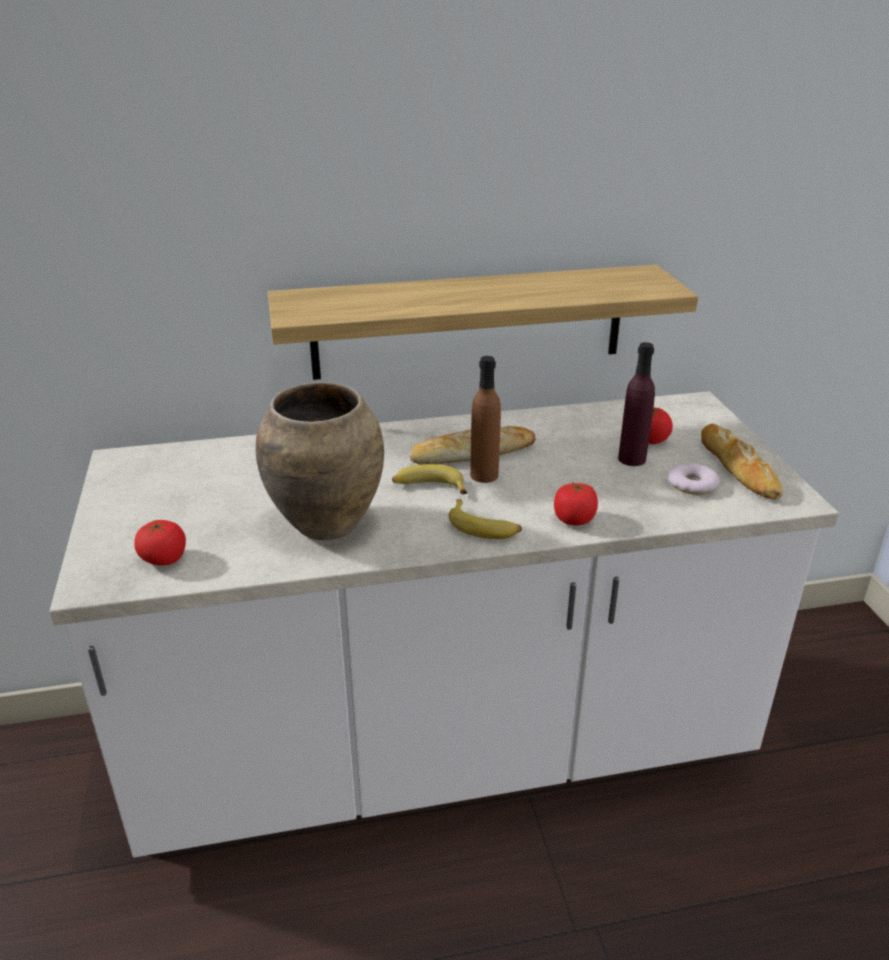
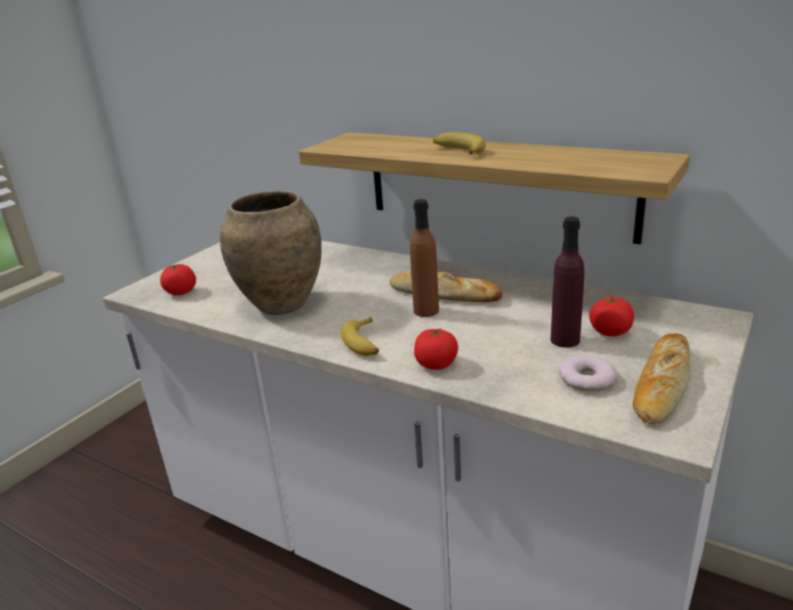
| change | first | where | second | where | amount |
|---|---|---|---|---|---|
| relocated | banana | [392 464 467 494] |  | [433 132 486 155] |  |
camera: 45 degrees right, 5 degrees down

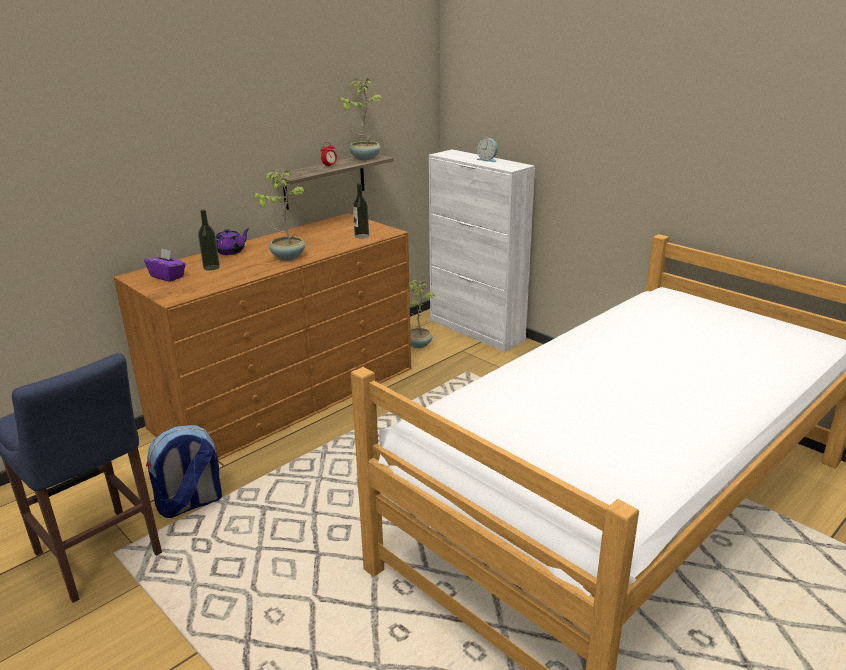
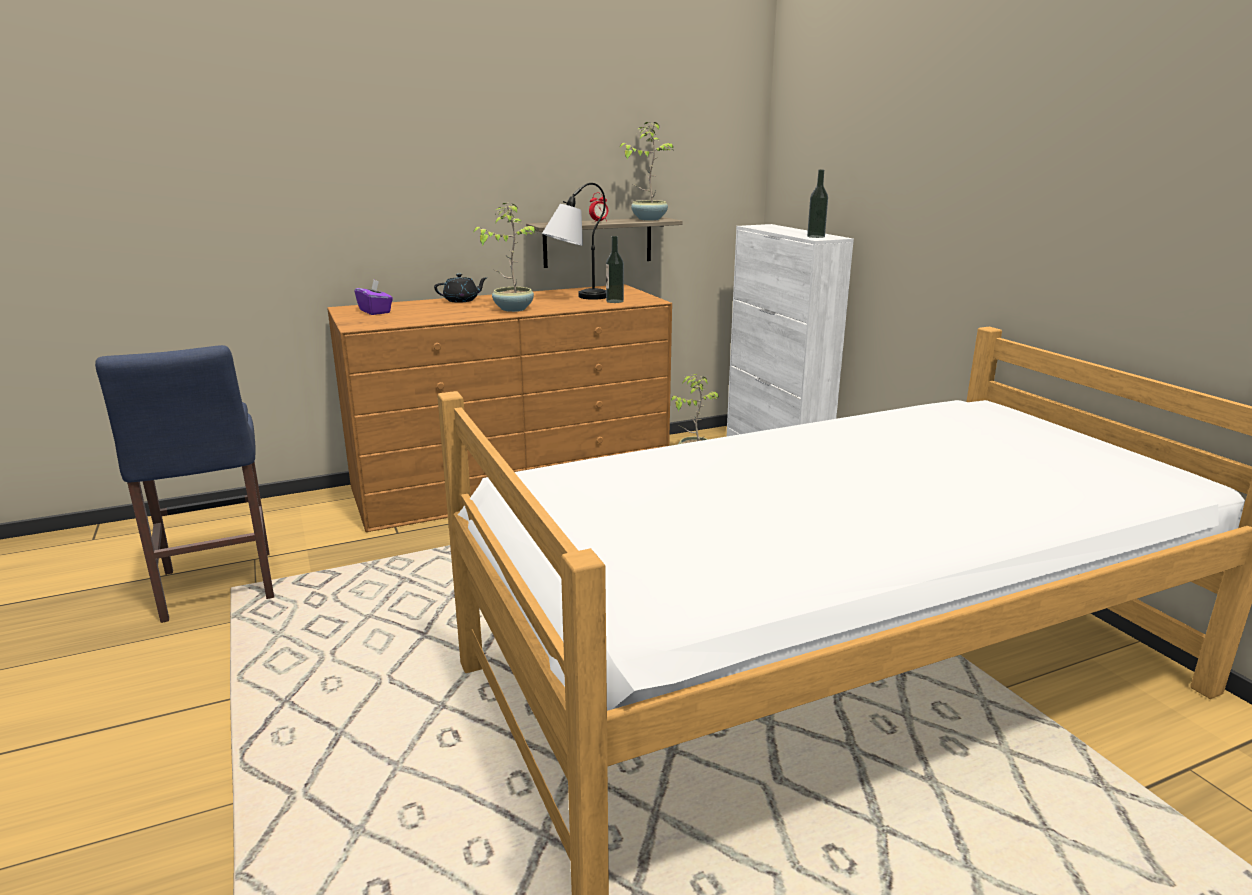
| change | first | where | second | where | amount |
|---|---|---|---|---|---|
| missing | alarm clock | [476 138 498 162] |  |  |  |
| relocated | bottle | [198 209 220 271] |  | [807 170 828 238] |  |
| colour | purple teapot | [216 228 250 255] | black teapot | [434 274 488 303] |  |
| missing | backpack | [146 425 222 518] |  |  |  |
| appeared |  |  | table lamp | [542 183 606 300] |  |
camera: 20 degrees right, 5 degrees down

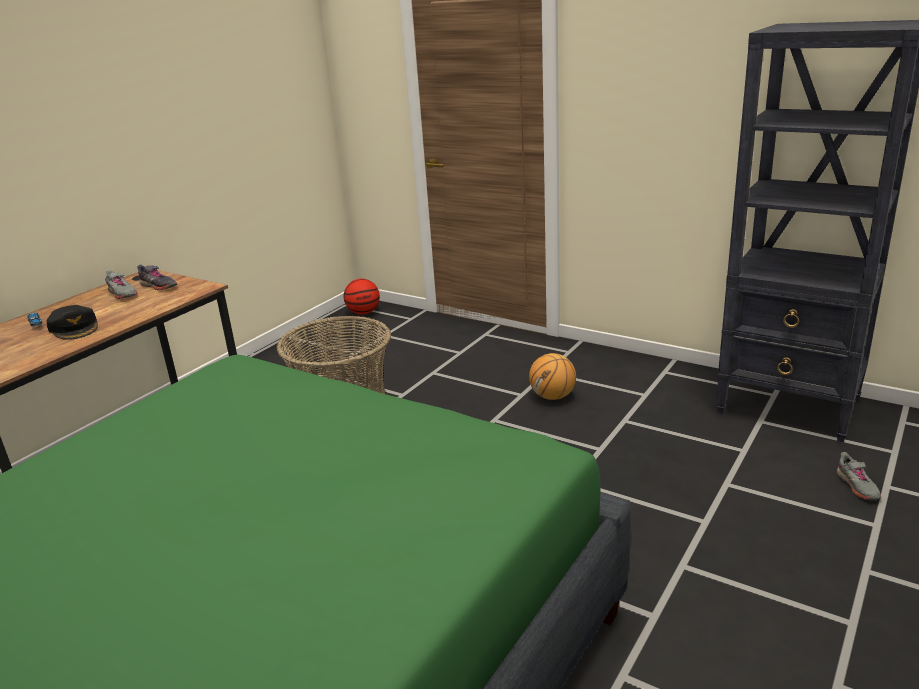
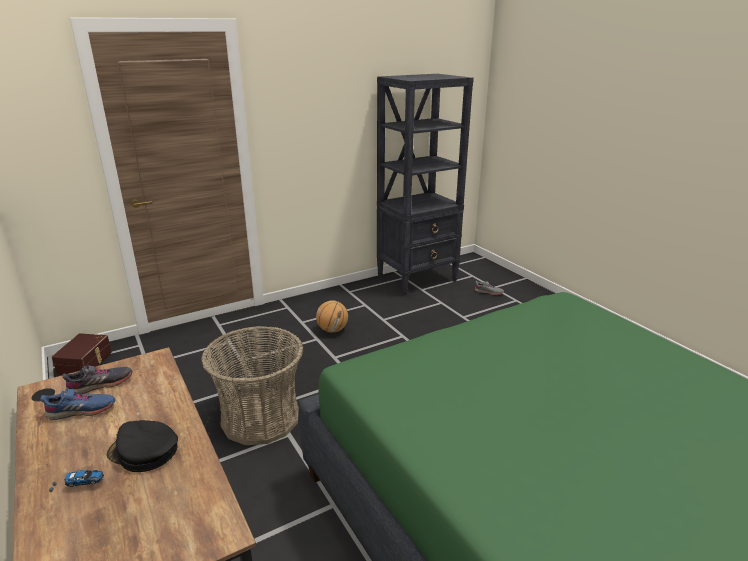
| change | first | where | second | where | amount |
|---|---|---|---|---|---|
| colour | grey shoe | [105 270 137 299] | blue shoe | [40 388 115 420] |  |
| exchanged | basketball | [344 279 380 315] | brown storage box | [52 333 112 375] |  |
| spun | black cap | [47 305 98 340] |  | [107 420 178 472] | 150 degrees counterclockwise |
camera: 65 degrees left, 0 degrees up

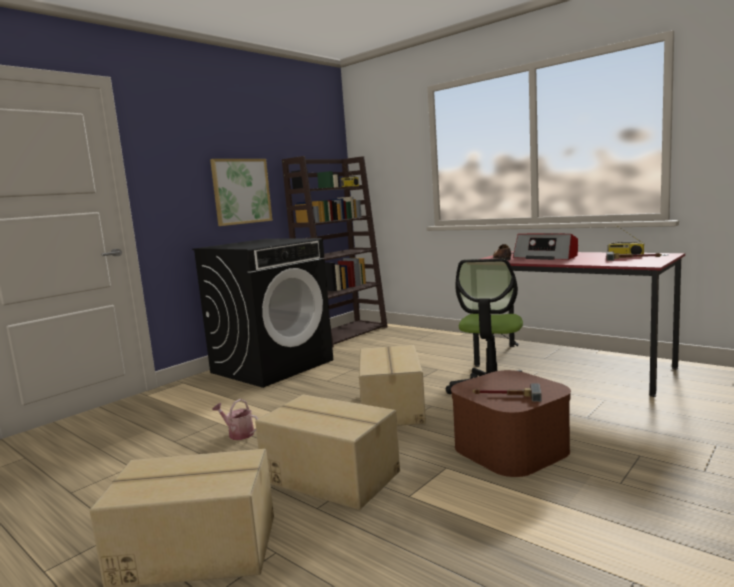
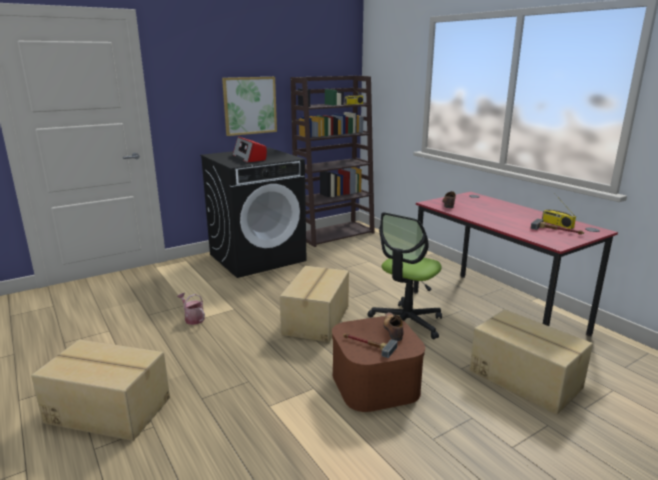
| change | first | where | second | where | amount |
|---|---|---|---|---|---|
| relocated | radio | [513 234 578 260] |  | [233 137 267 163] |  |
| relocated | cardboard box | [255 394 400 510] |  | [470 309 593 415] |  |
| appeared |  |  | shoe | [384 312 404 341] |  |
camera: 15 degrees right, 10 degrees up

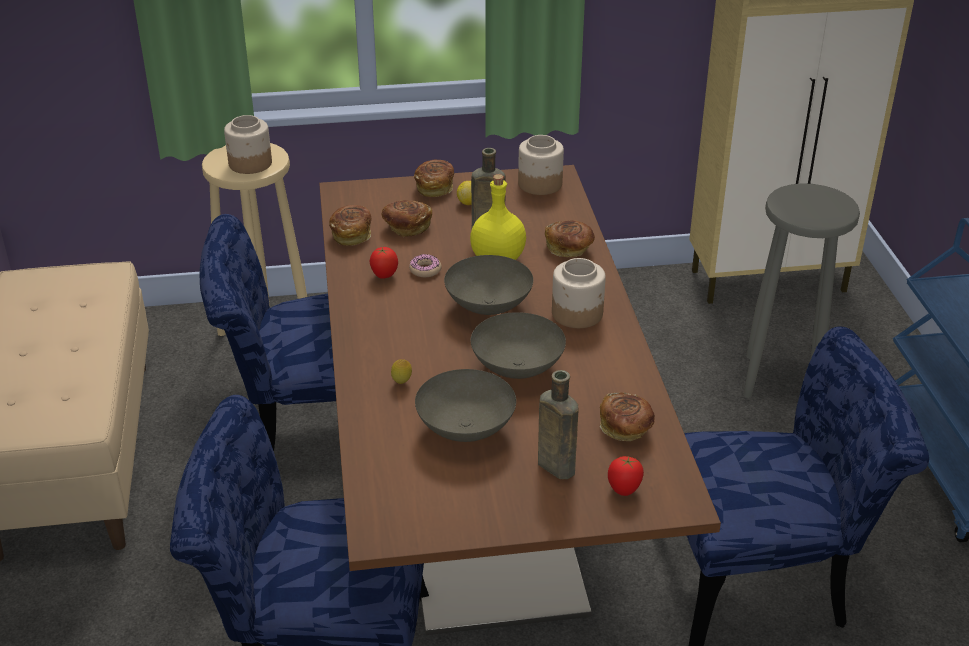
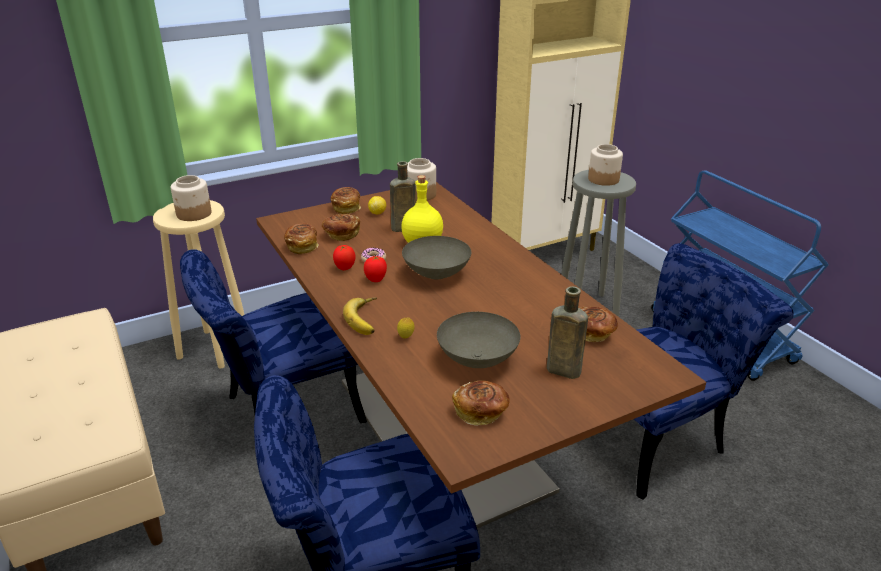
| change | first | where | second | where | amount |
|---|---|---|---|---|---|
| relocated | bread | [545 220 595 257] |  | [452 381 510 425] |  |
| relocated | jar | [552 258 606 328] |  | [588 144 623 186] |  |
| missing | grey bowl | [471 312 566 379] |  |  |  |
| relocated | tomato | [608 456 644 496] |  | [364 256 387 282] |  |
| appeared |  |  | banana | [343 297 377 335] |  |
camera: 20 degrees left, 5 degrees down

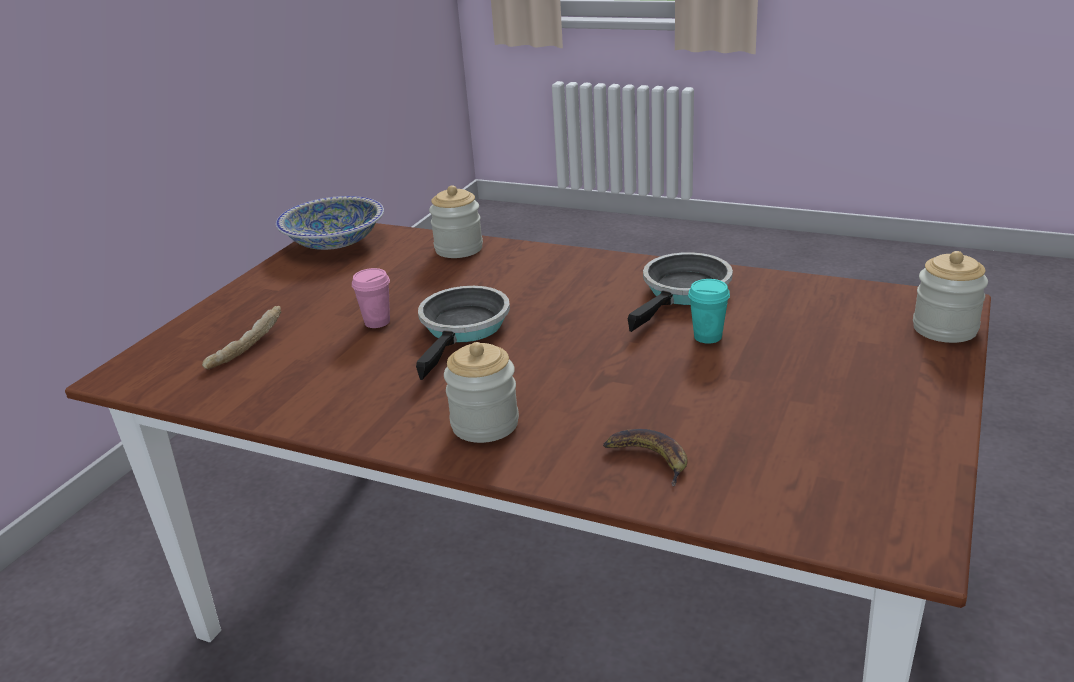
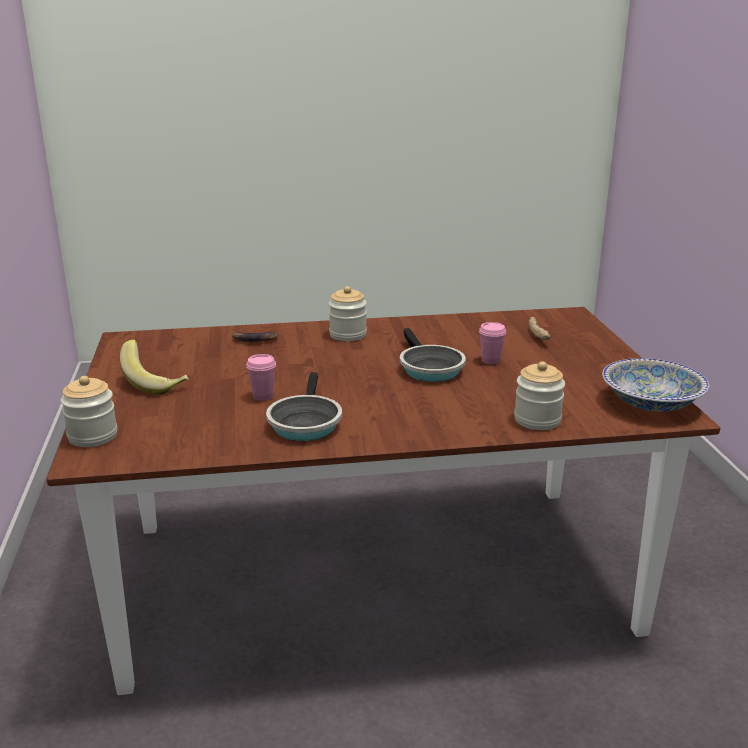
| change | first | where | second | where | amount |
|---|---|---|---|---|---|
| colour | turquoise cup | [688 279 730 344] | pink cup | [246 354 276 401] |  |
| appeared |  |  | banana | [120 339 189 394] |  |
camera: 145 degrees right, 5 degrees down

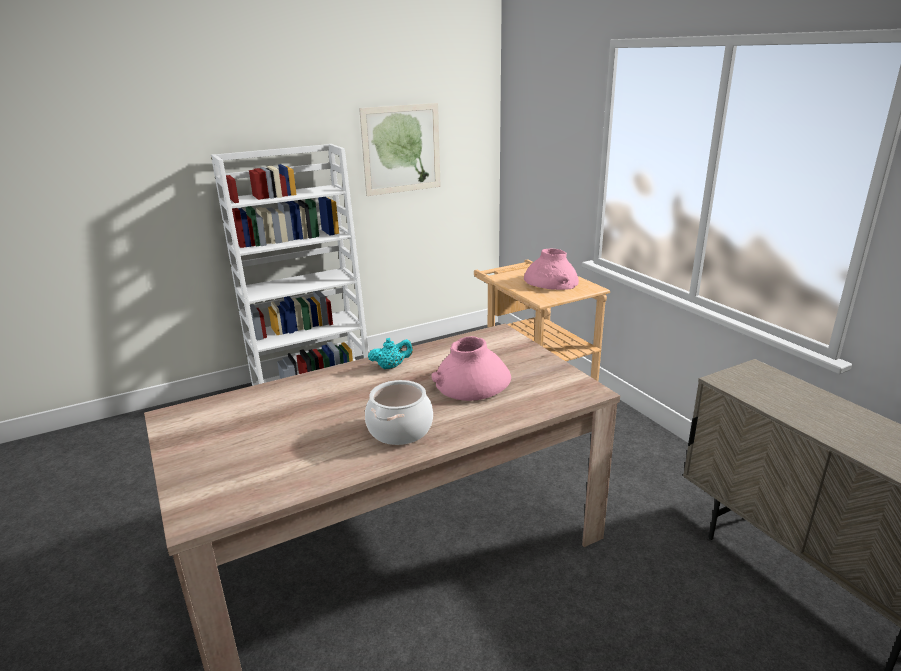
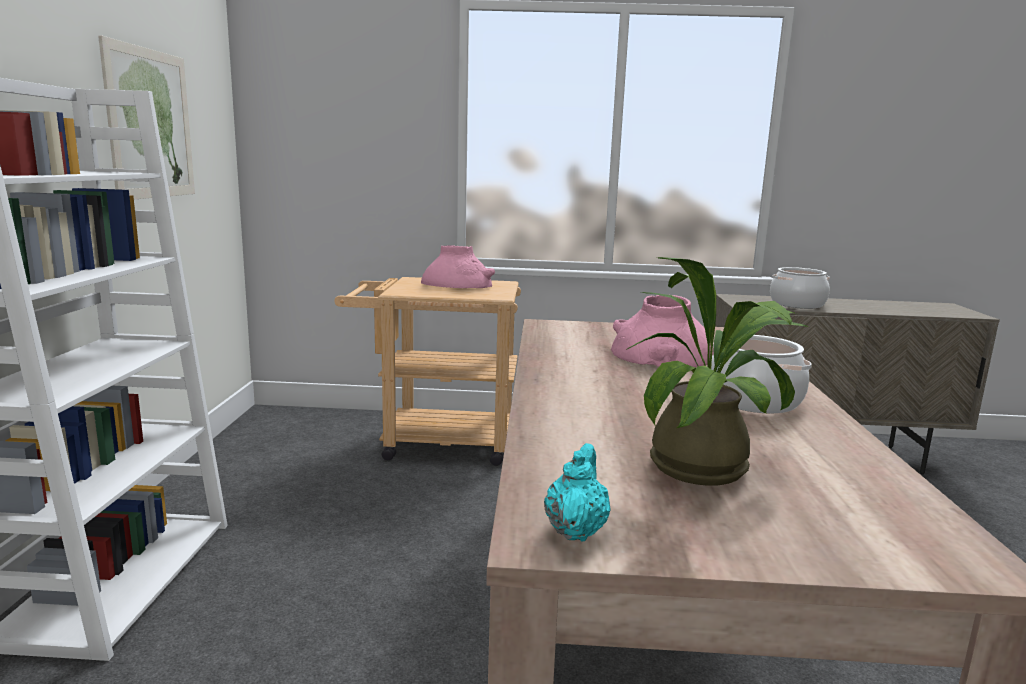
| change | first | where | second | where | amount |
|---|---|---|---|---|---|
| relocated | turquoise teapot | [368 338 413 369] |  | [544 443 611 541] |  |
| appeared |  |  | potted plant | [626 257 809 486] |  |
| appeared |  |  | cooking pot | [770 267 830 309] |  |
camera: 60 degrees left, 10 degrees down

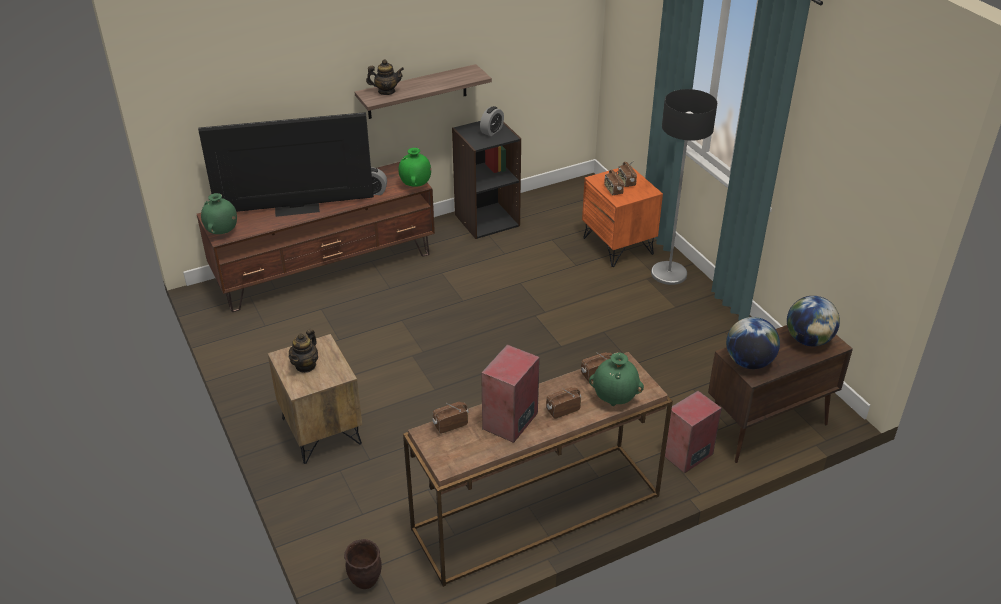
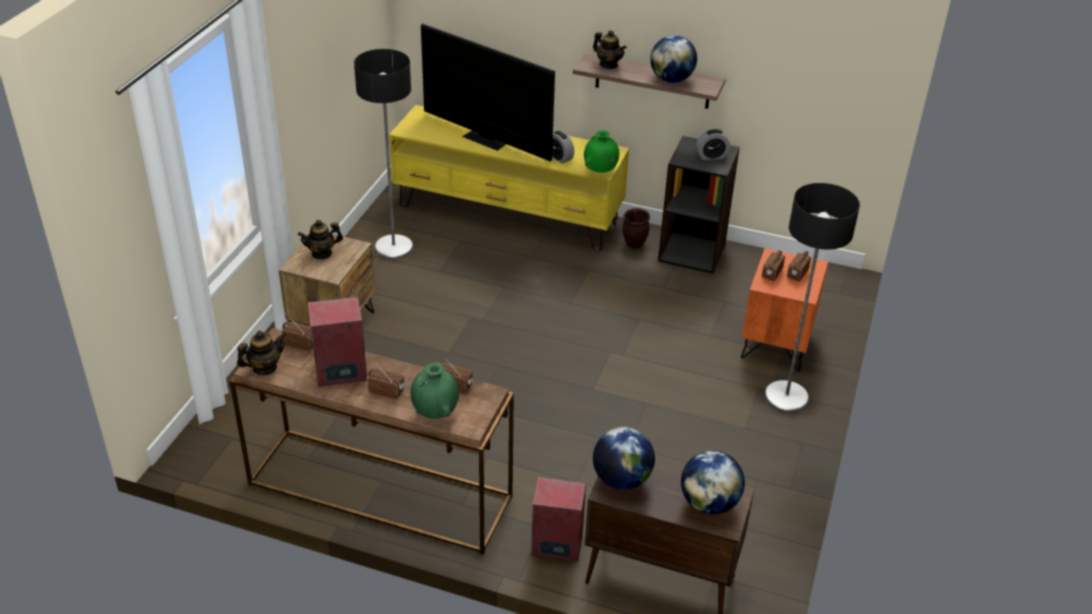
| change | first | where | second | where | amount |
|---|---|---|---|---|---|
| colour | brown tv stand | [197 162 435 312] | yellow tv stand | [389 105 629 251] |  |
| missing | green vase | [201 193 237 234] |  |  |  |
| relocated | brown planter | [344 539 382 589] |  | [623 208 650 248] |  |
| appeared |  |  | globe | [650 35 697 83] |  |
| appeared |  |  | floor lamp | [354 49 413 259] |  |
| appeared |  |  | teapot | [237 330 286 375] |  |
camera: 45 degrees right, 0 degrees up

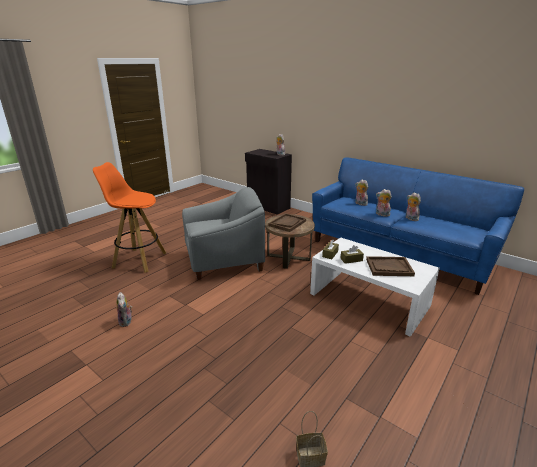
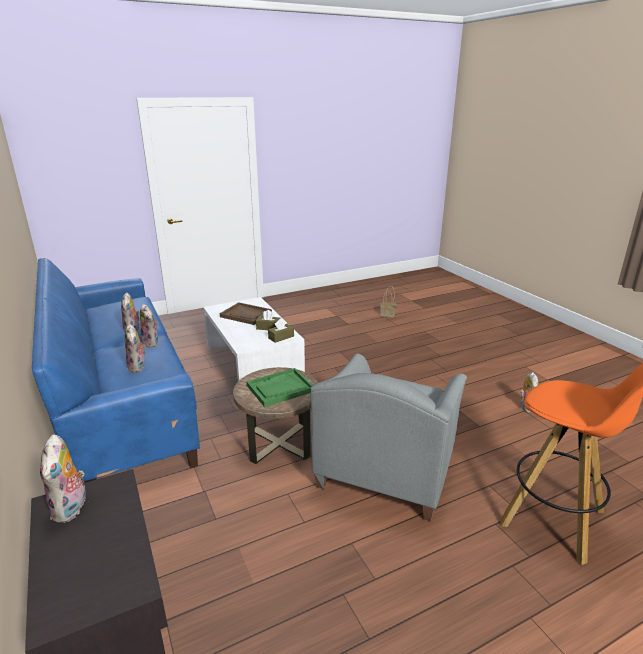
| change | first | where | second | where | amount |
|---|---|---|---|---|---|
| spun | grey armchair | [182 187 265 280] |  | [311 354 467 521] | 75 degrees counterclockwise |
| colour | brown tray | [268 213 306 232] | green tray | [247 368 313 407] |  |
camera: 155 degrees left, 0 degrees up

